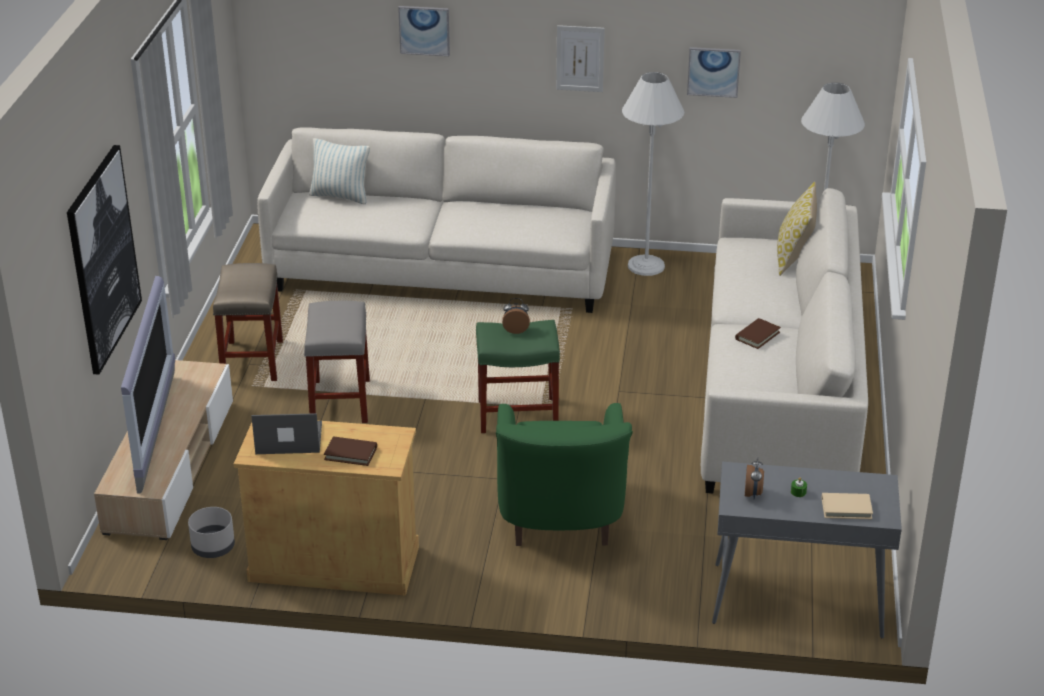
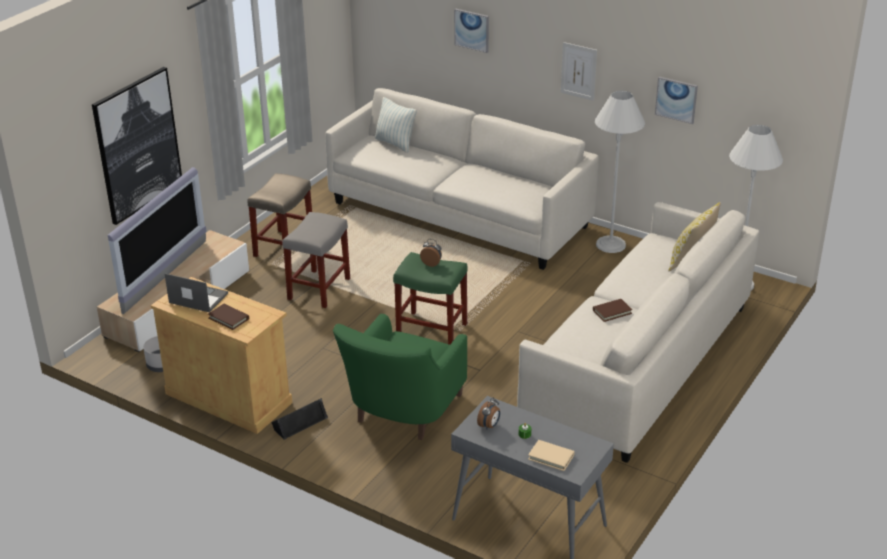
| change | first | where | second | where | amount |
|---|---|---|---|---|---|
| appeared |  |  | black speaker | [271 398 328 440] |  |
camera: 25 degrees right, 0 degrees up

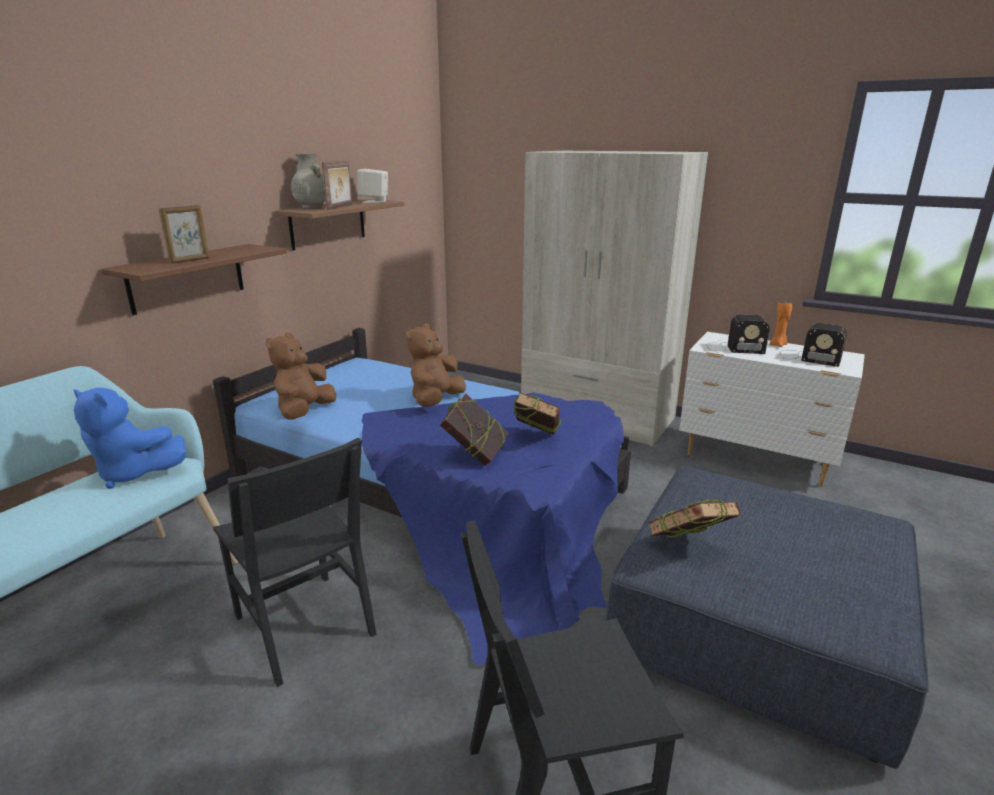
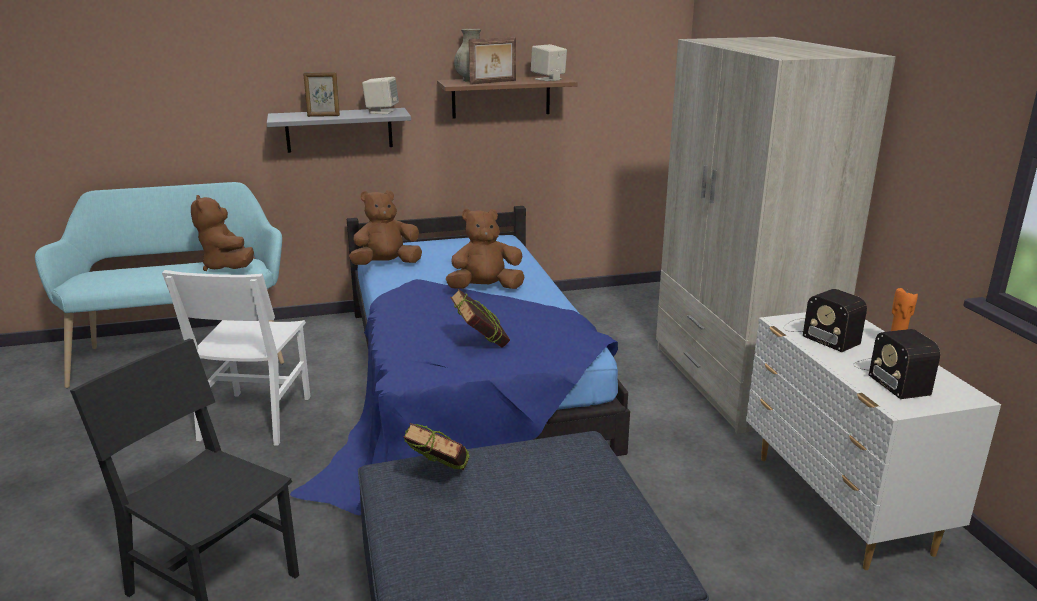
| change | first | where | second | where | amount |
|---|---|---|---|---|---|
| colour | brown shelf | [101 244 287 315] | grey shelf | [267 108 411 153] |  |
| colour | blue plush toy | [74 388 186 489] | brown plush toy | [191 195 254 271] |  |
| missing | book | [440 393 508 466] |  |  |  |
| colour | black chair | [213 438 377 687] | white chair | [162 270 311 446] |  |
| appeared |  |  | beige speaker | [362 77 399 114] |  |
camera: 45 degrees right, 0 degrees up

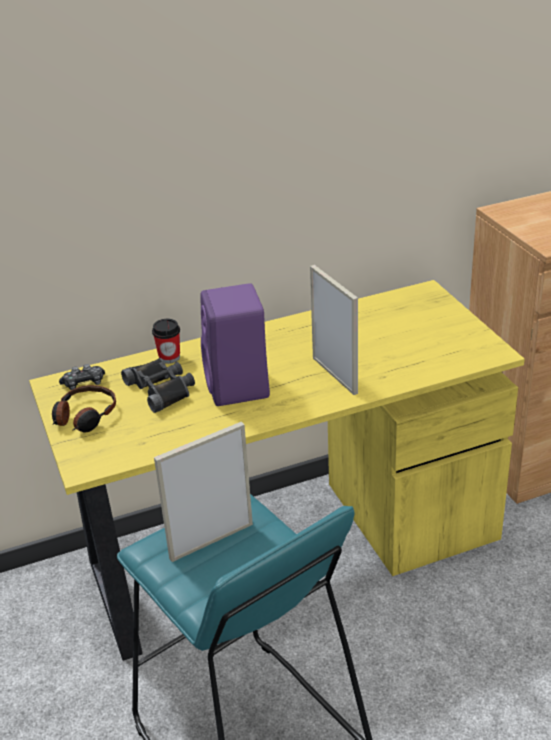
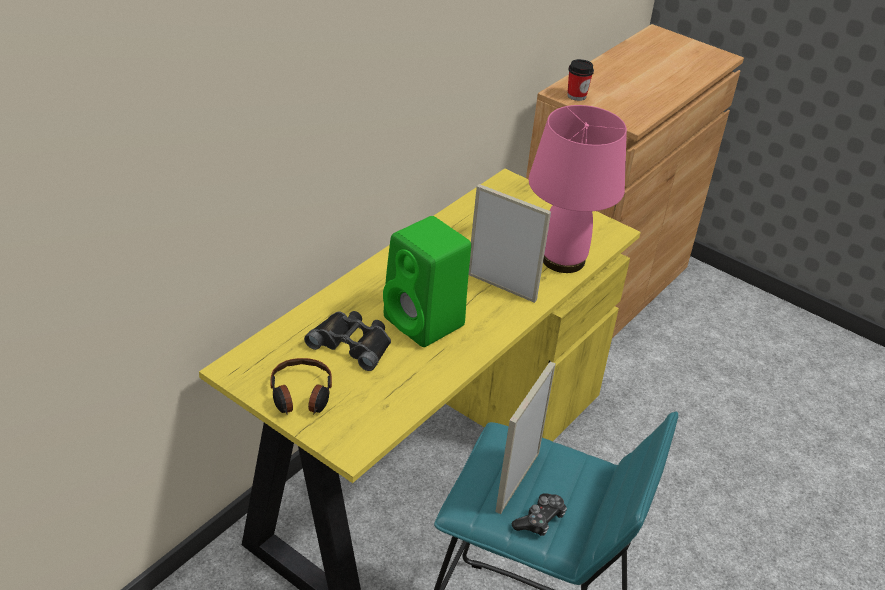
| change | first | where | second | where | amount |
|---|---|---|---|---|---|
| colour | purple speaker | [200 283 270 406] | green speaker | [383 216 471 347] |  |
| relocated | cup | [152 319 180 364] |  | [567 59 594 101] |  |
| relocated | game controller | [59 364 105 390] |  | [512 493 567 536] |  |
| appeared |  |  | pink table lamp | [529 105 627 273] |  |
camera: 35 degrees left, 5 degrees up

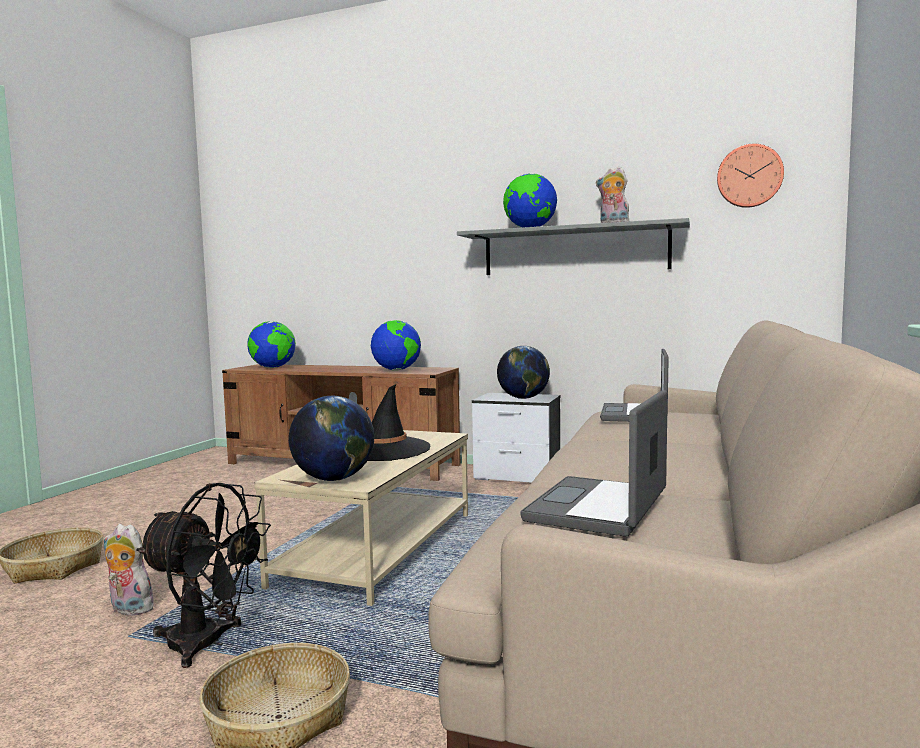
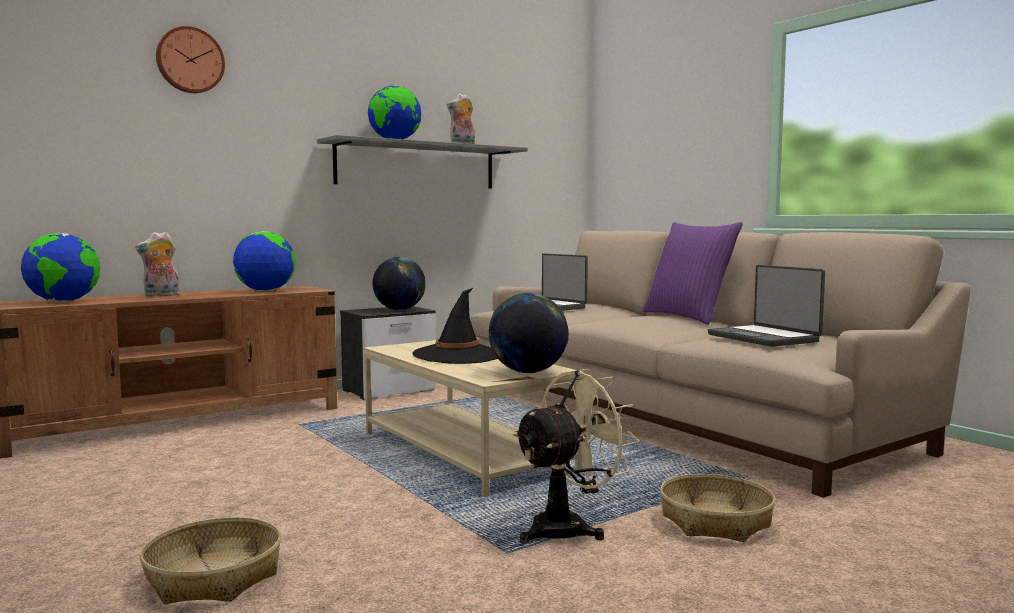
| change | first | where | second | where | amount |
|---|---|---|---|---|---|
| relocated | wall clock | [717 144 784 208] |  | [156 26 225 93] |  |
| colour | black fan | [136 483 271 668] | beige fan | [513 369 640 543] |  |
| relocated | plush toy | [103 524 154 616] |  | [135 232 181 297] |  |
| appeared |  |  | purple pillow | [643 222 743 325] |  |
camera: 55 degrees left, 0 degrees up

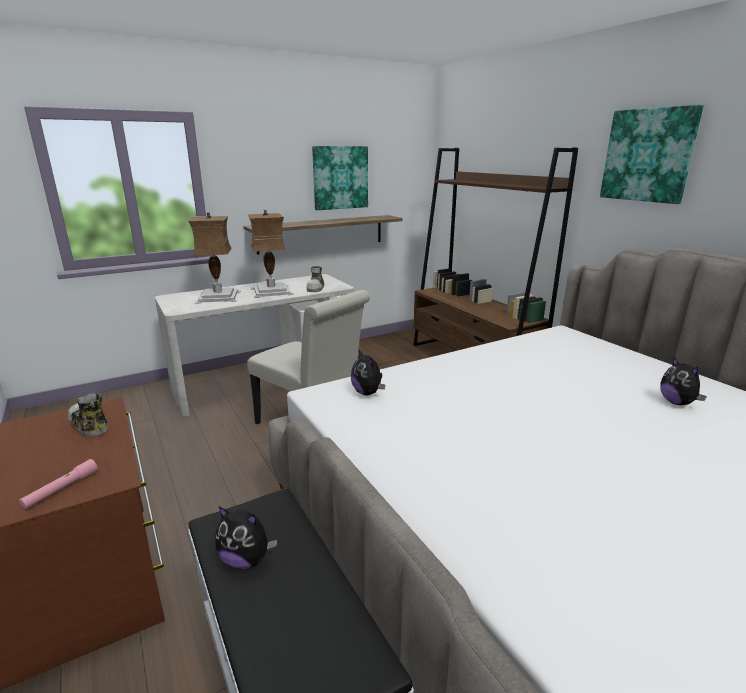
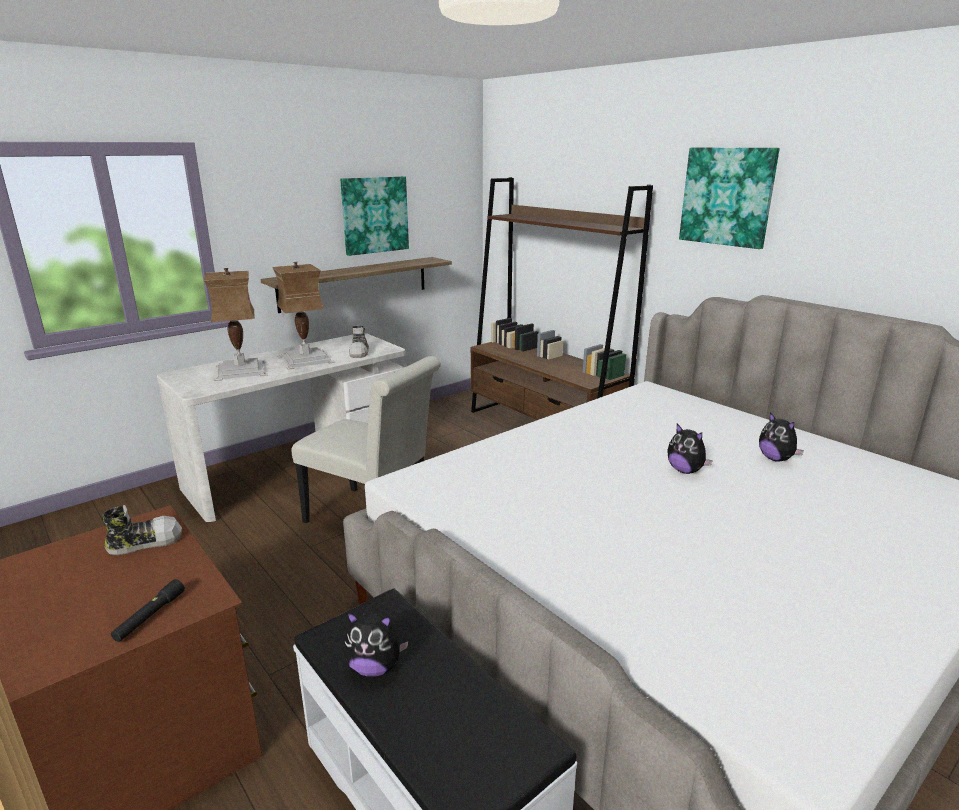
| change | first | where | second | where | amount |
|---|---|---|---|---|---|
| relocated | plush toy | [351 349 385 395] |  | [667 424 713 474] |  |
| spun | shoe | [68 393 108 437] |  | [102 505 182 555] | 120 degrees clockwise |
| colour | pink flashlight | [19 459 98 509] | black flashlight | [111 579 185 642] |  |
camera: 10 degrees left, 0 degrees up

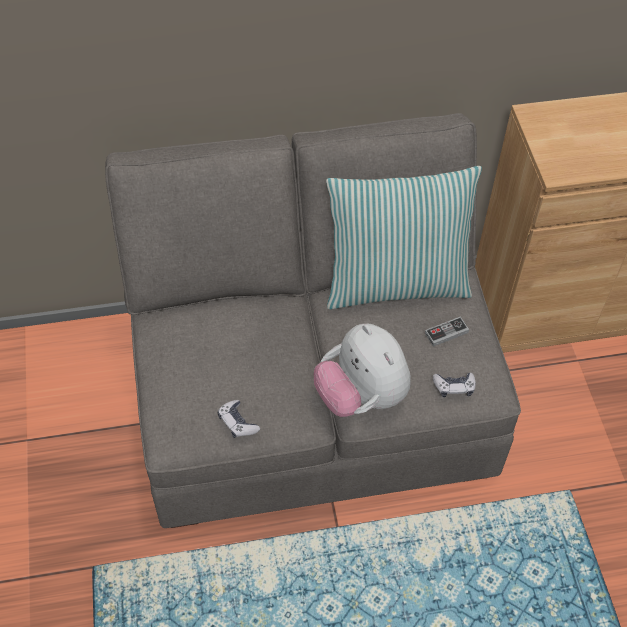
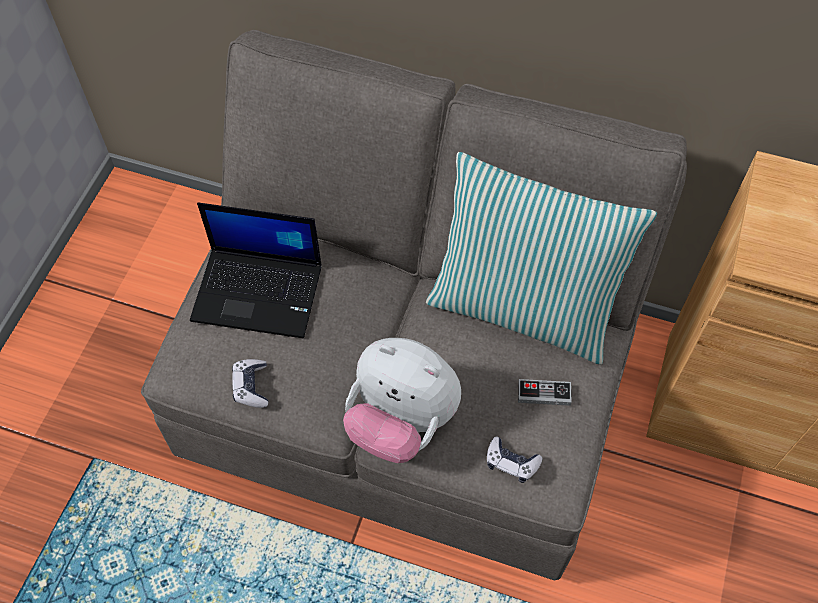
| change | first | where | second | where | amount |
|---|---|---|---|---|---|
| spun | plush toy | [314 323 411 417] |  | [343 338 461 463] | 60 degrees counterclockwise |
| appeared |  |  | laptop | [190 202 322 338] |  |
camera: 30 degrees right, 5 degrees up

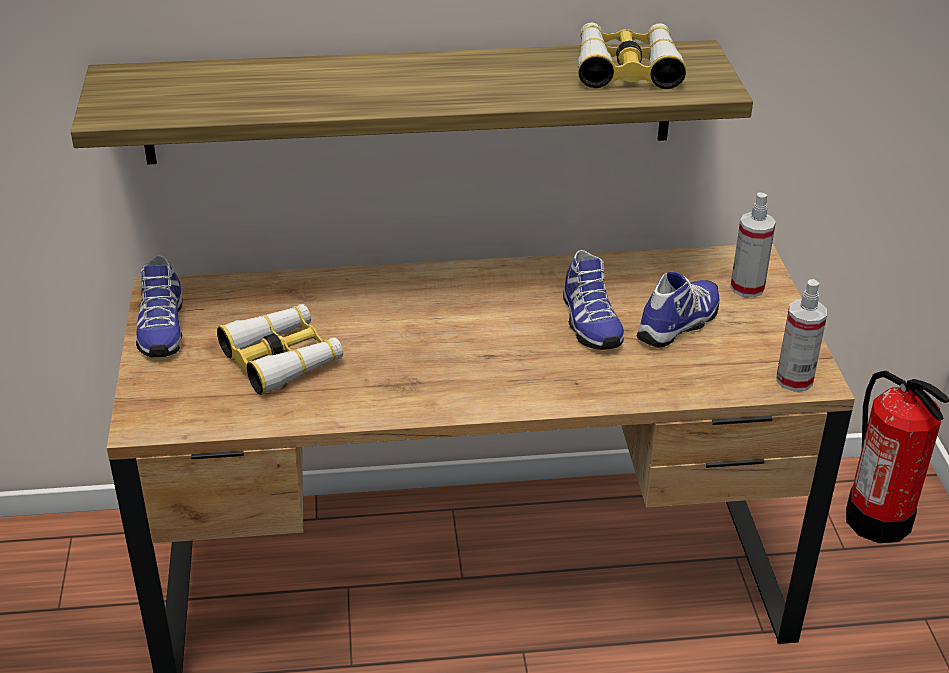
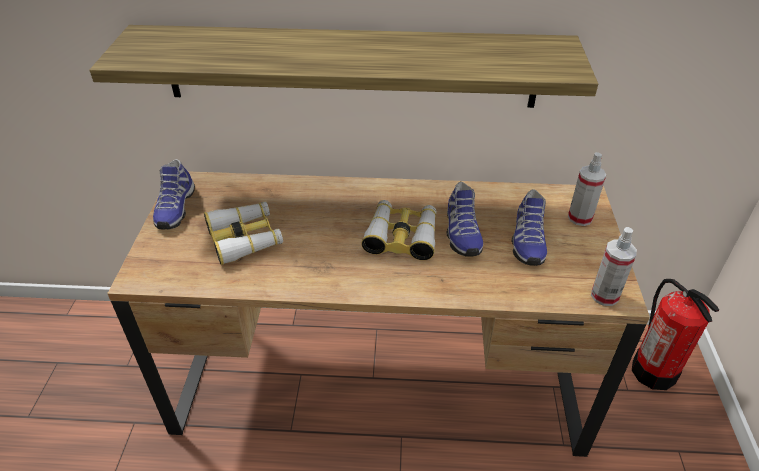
| change | first | where | second | where | amount |
|---|---|---|---|---|---|
| relocated | binoculars | [578 23 686 90] |  | [361 200 437 260] |  |
| spun | shoe | [637 271 719 348] |  | [512 189 547 266] | 135 degrees clockwise |
camera: 10 degrees right, 5 degrees up

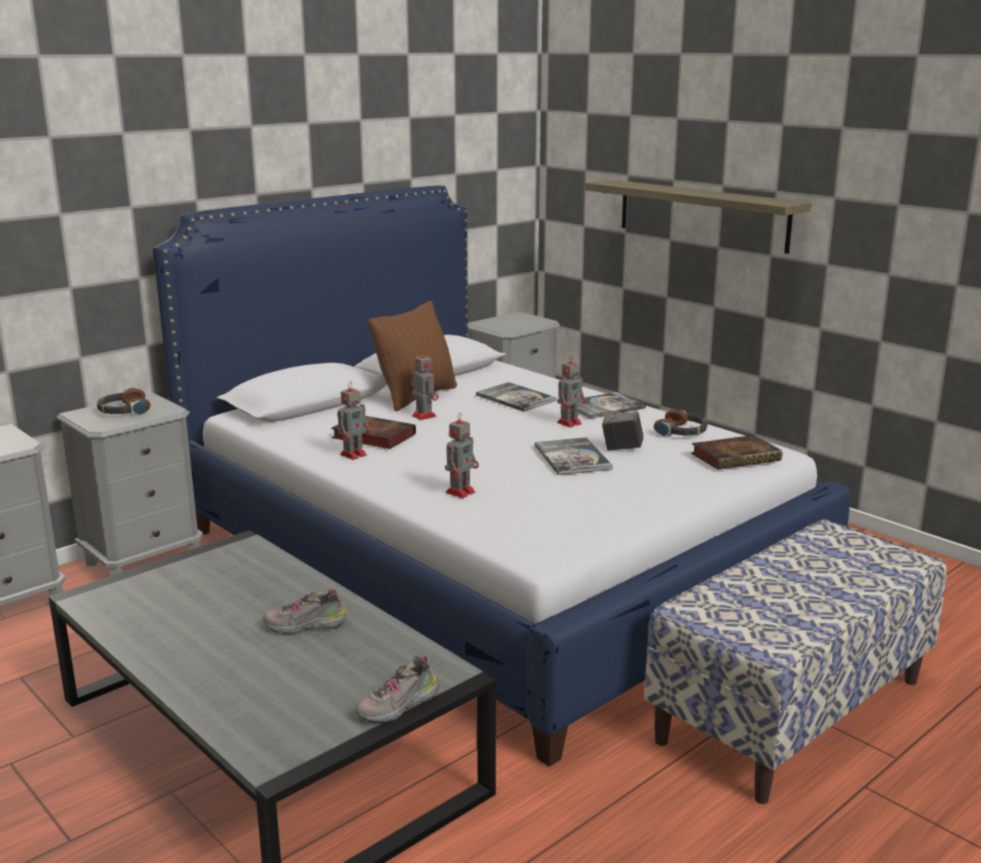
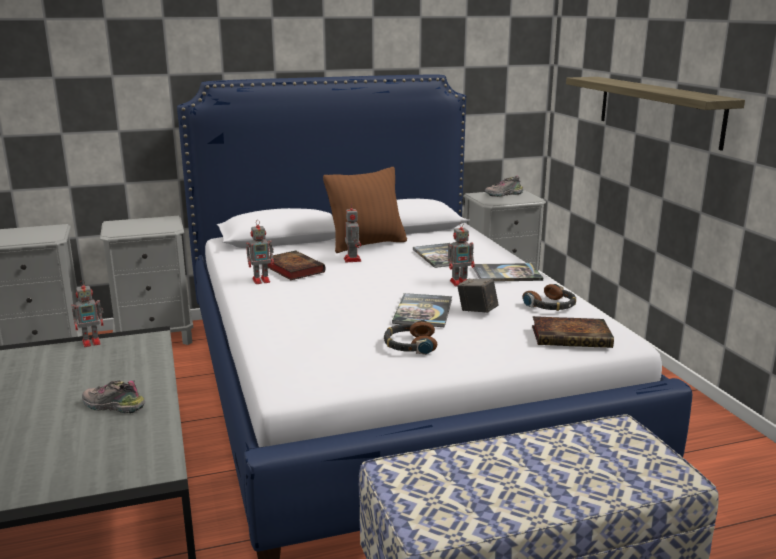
| change | first | where | second | where | amount |
|---|---|---|---|---|---|
| relocated | headphones | [97 388 150 415] |  | [384 320 437 355] |  |
| relocated | toy robot | [445 413 479 498] |  | [71 280 104 347] |  |
| relocated | shoe | [355 655 440 724] |  | [485 176 523 197] |  |
camera: 25 degrees right, 0 degrees up

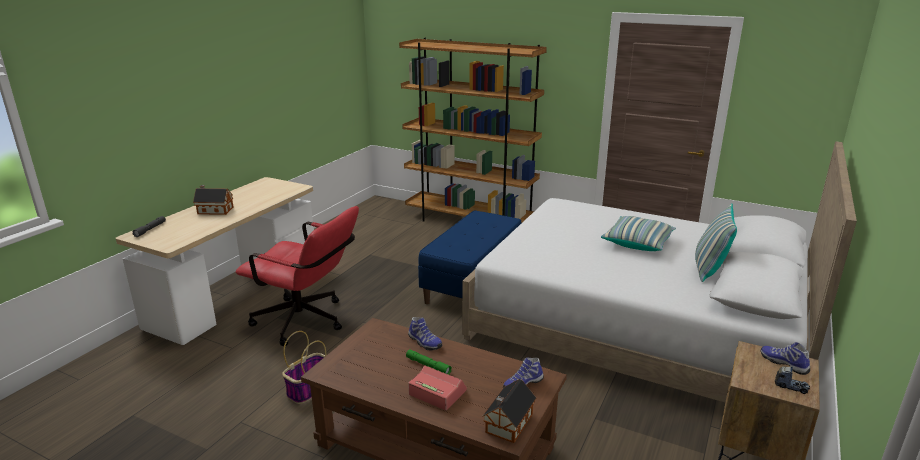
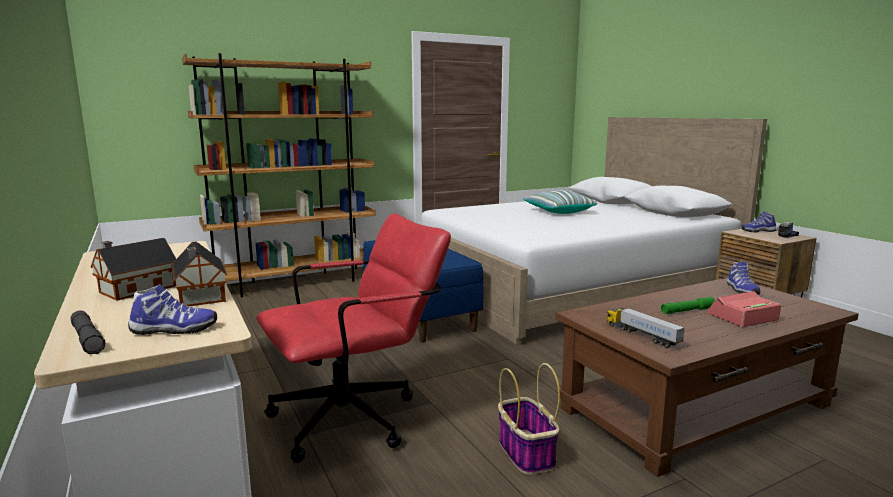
| change | first | where | second | where | amount |
|---|---|---|---|---|---|
| missing | pillow | [695 203 737 282] |  |  |  |
| relocated | shoe | [408 317 442 350] |  | [128 284 217 335] |  |
| relocated | toy house | [482 379 536 443] |  | [172 241 227 306] |  |
| appeared |  |  | toy truck | [606 308 685 348] |  |
camera: 55 degrees left, 10 degrees down

